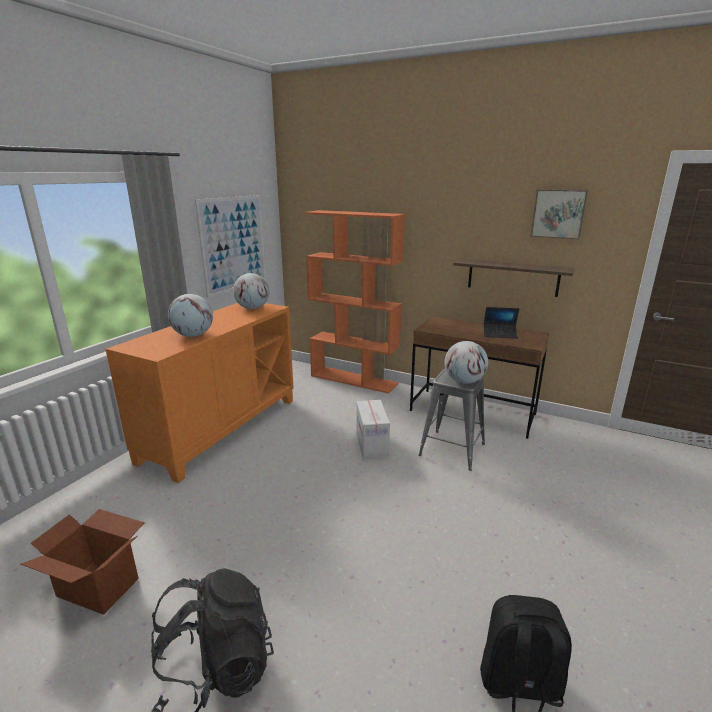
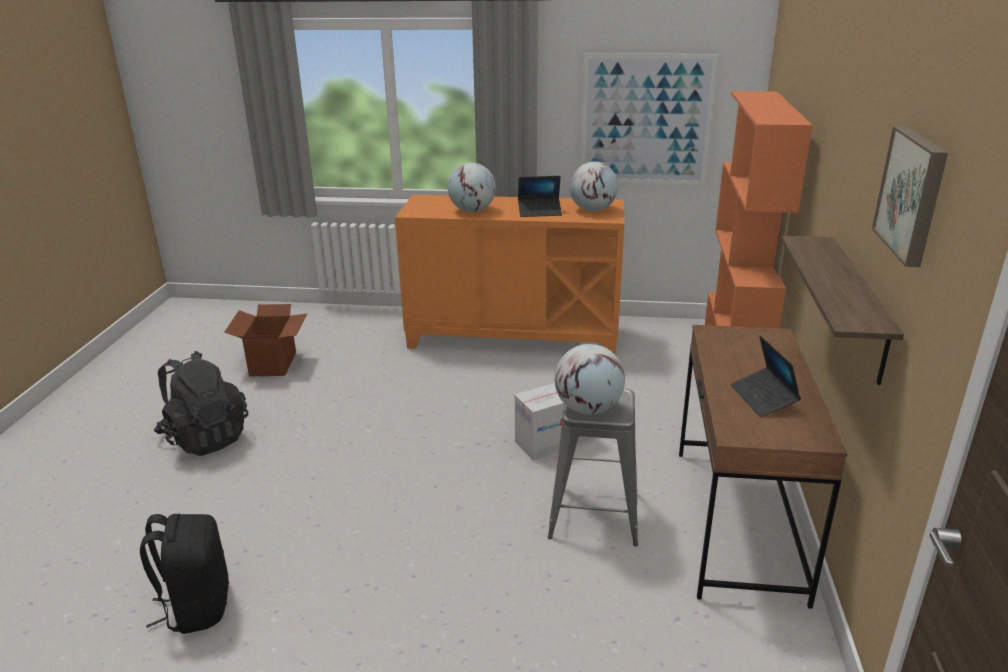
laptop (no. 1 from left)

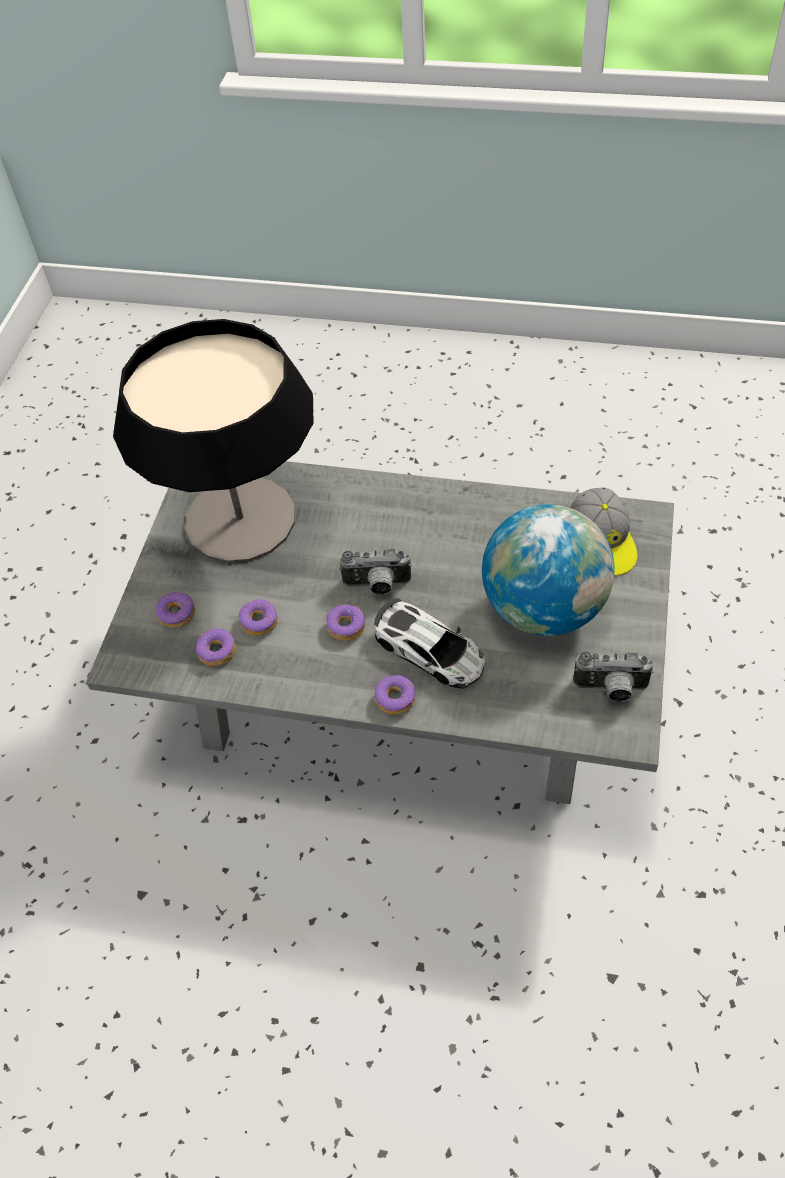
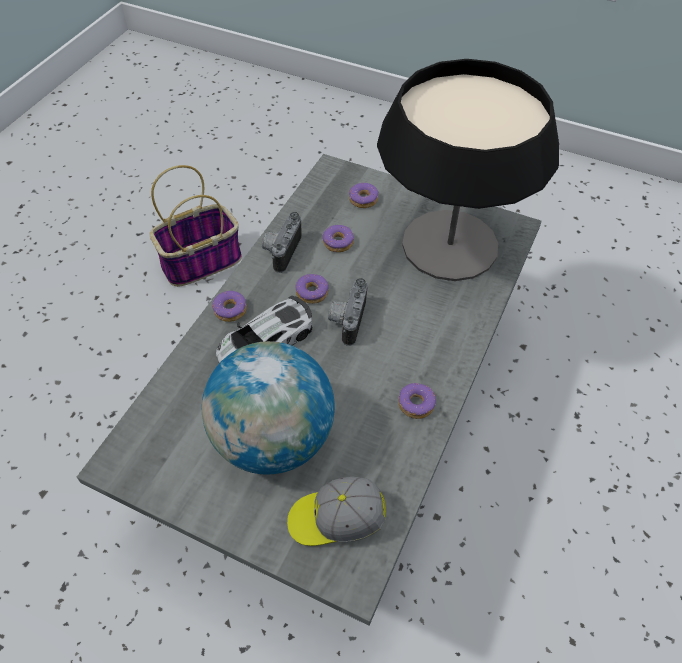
basket
photo camera (no. 1 from left)
donut (no. 5 from left)

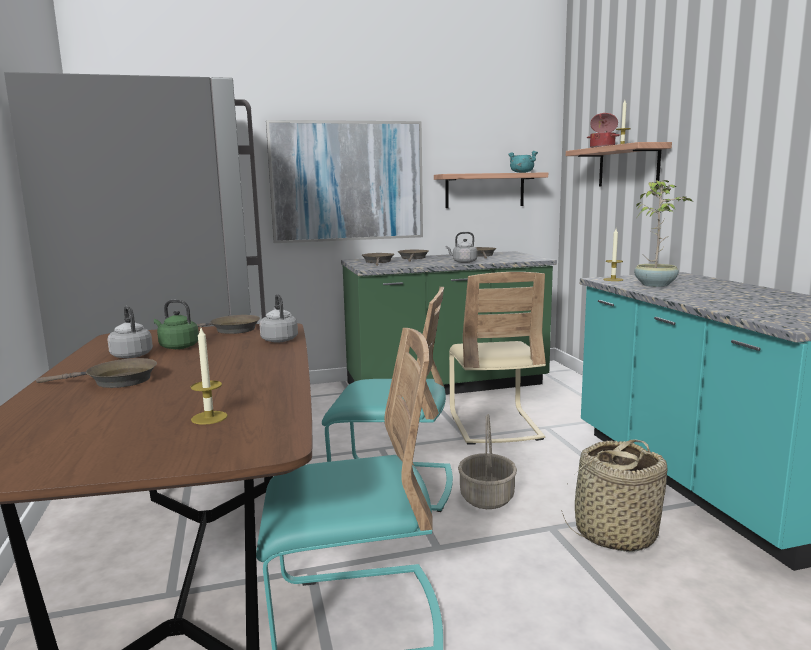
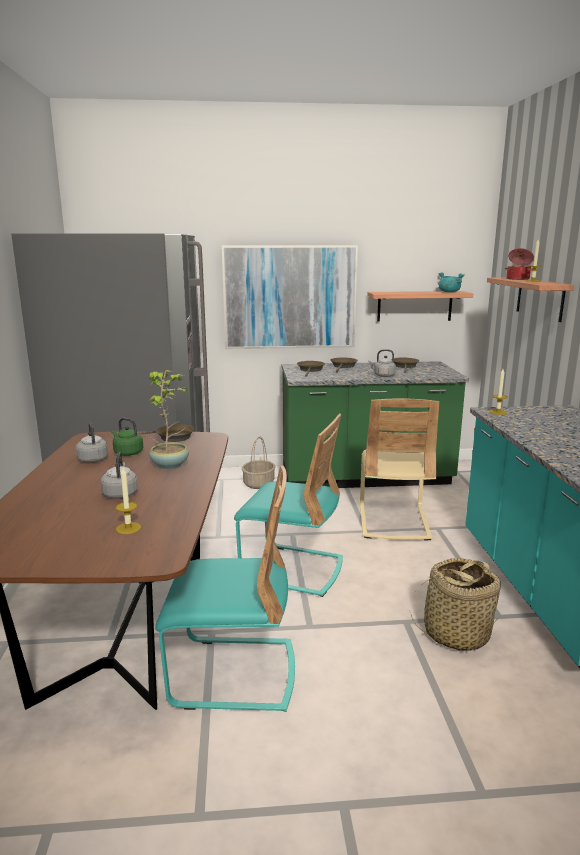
grey kettle (no. 2 from left)
potted plant
basket (no. 1 from left)
brown frying pan (no. 1 from left in the first image)

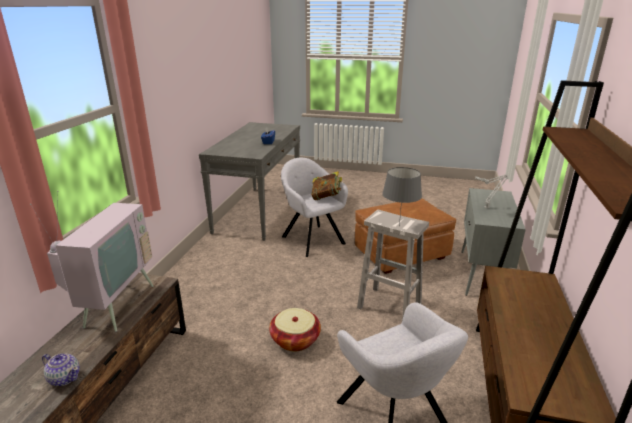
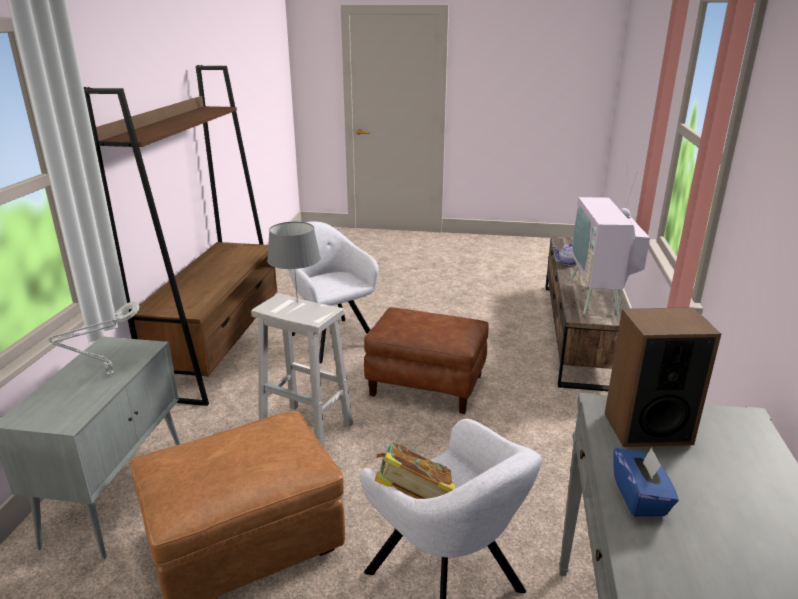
brown ottoman (no. 2 from left)
speaker

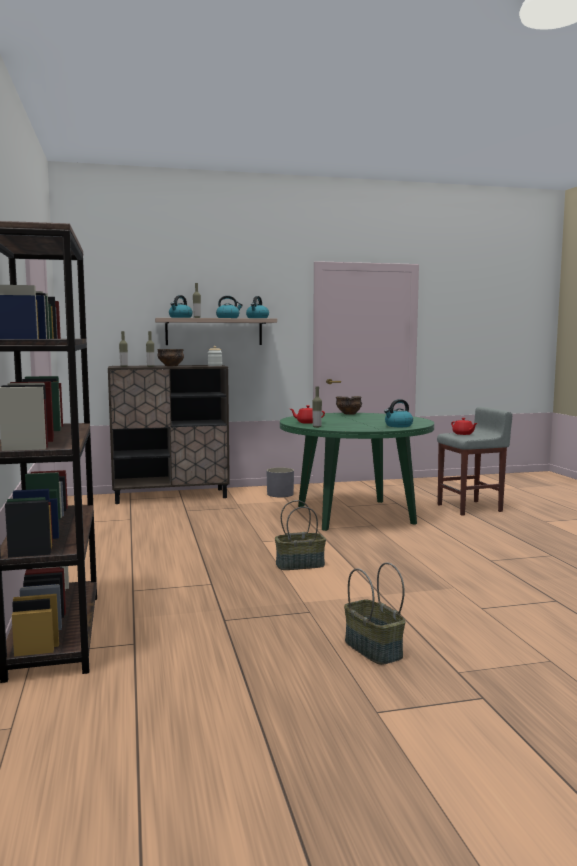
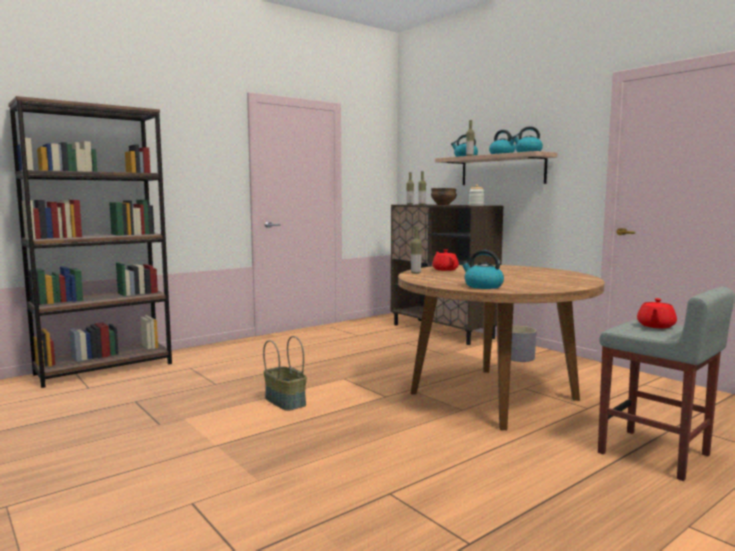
brown dining table
bowl (no. 2 from left in the first image)
basket (no. 2 from left in the first image)

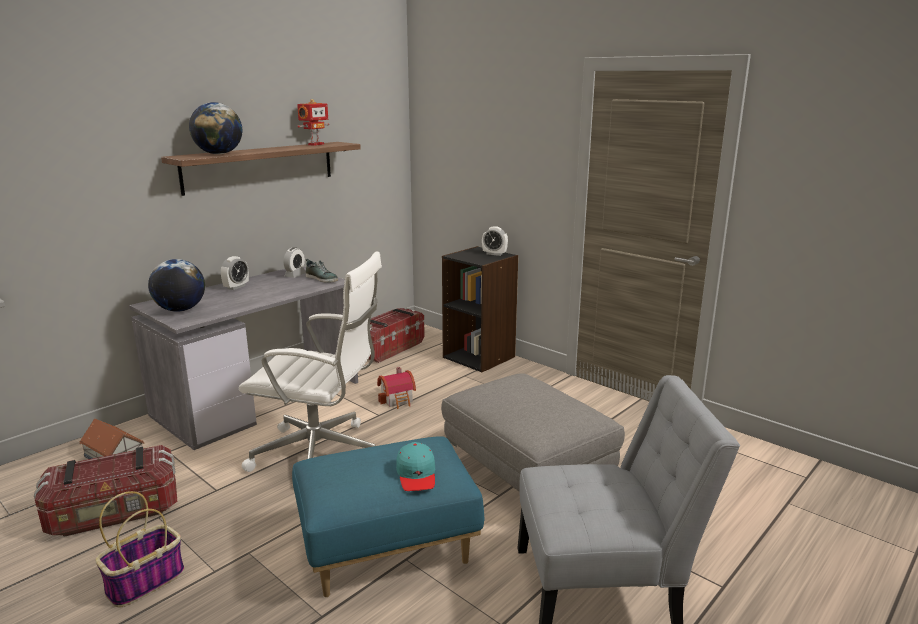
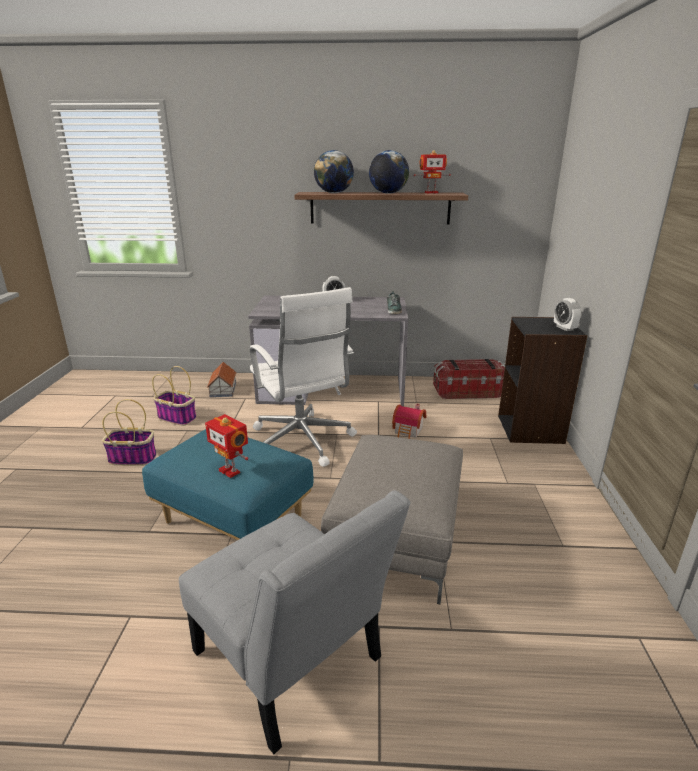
basket (no. 2 from left)
toy robot (no. 1 from left)
globe (no. 2 from left)
alarm clock (no. 2 from left in the first image)

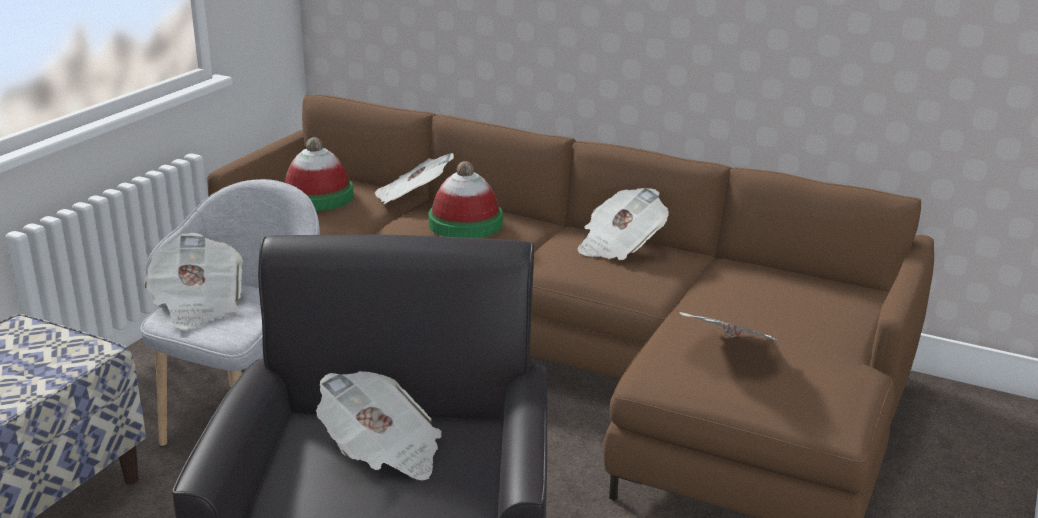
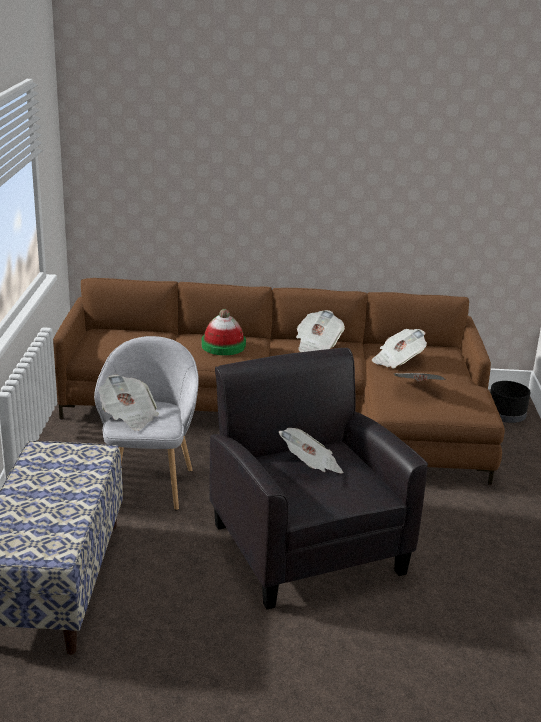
newspaper (no. 4 from left)
black planter
hat (no. 1 from left in the first image)

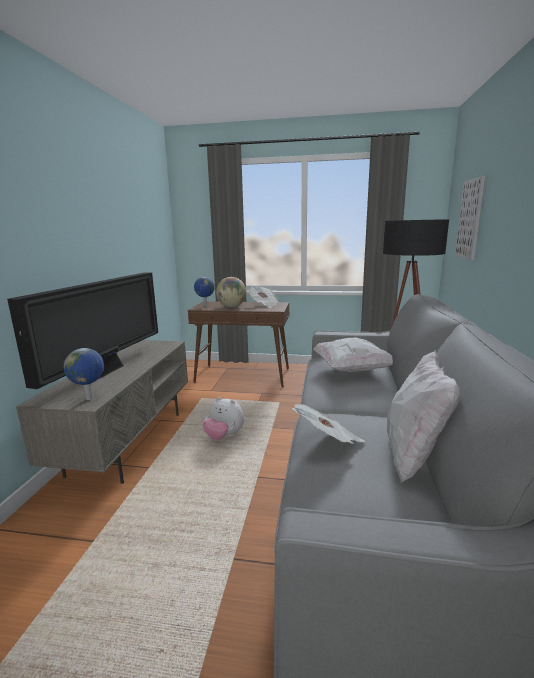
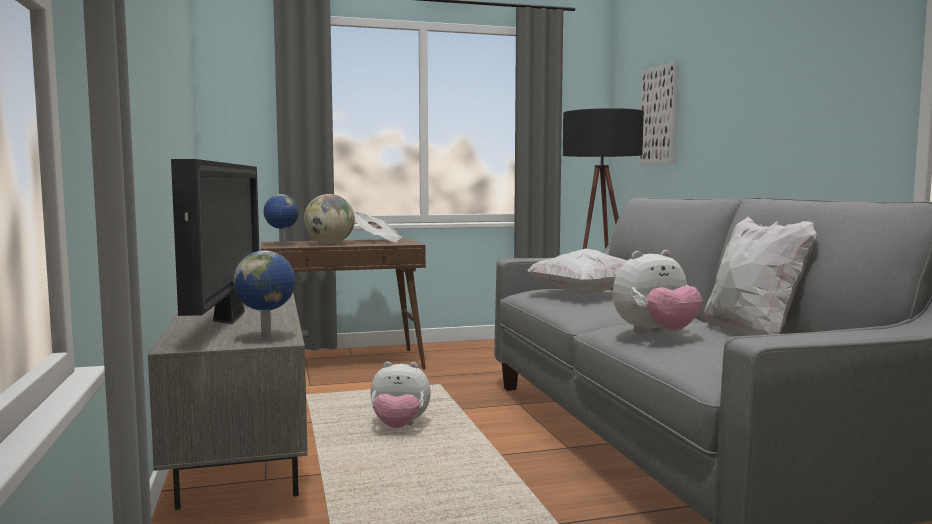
plush toy (no. 2 from left)

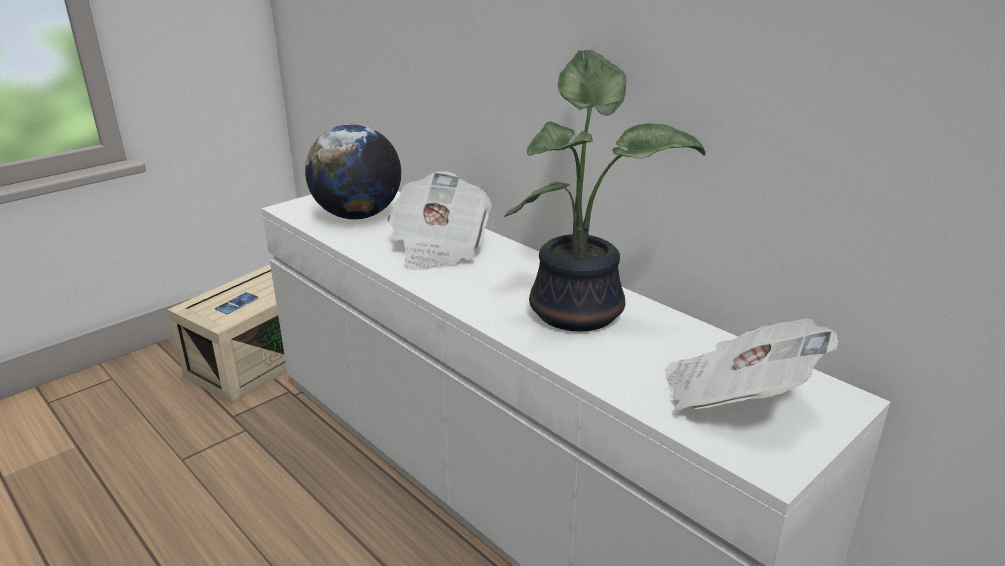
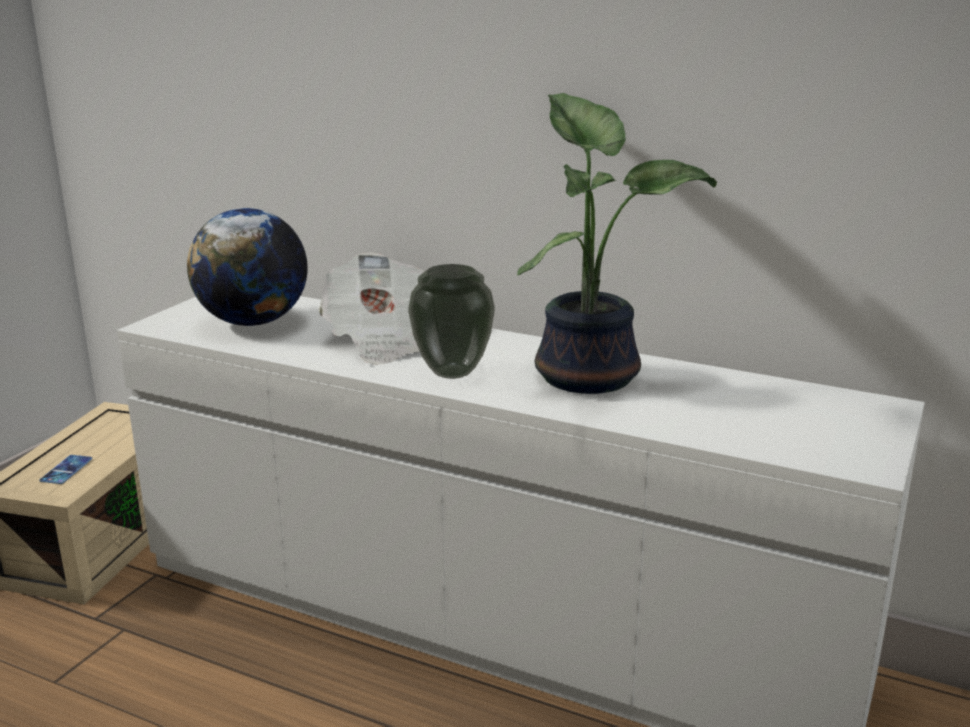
vase
newspaper (no. 2 from left in the first image)

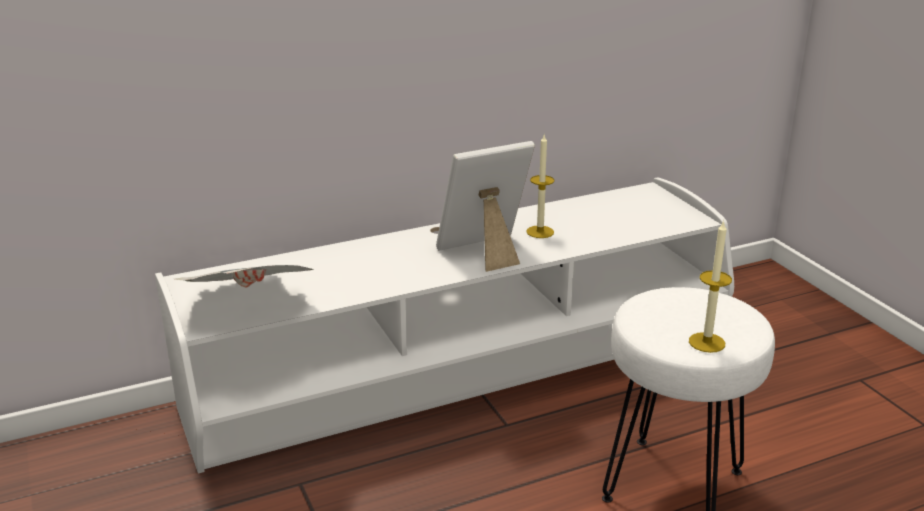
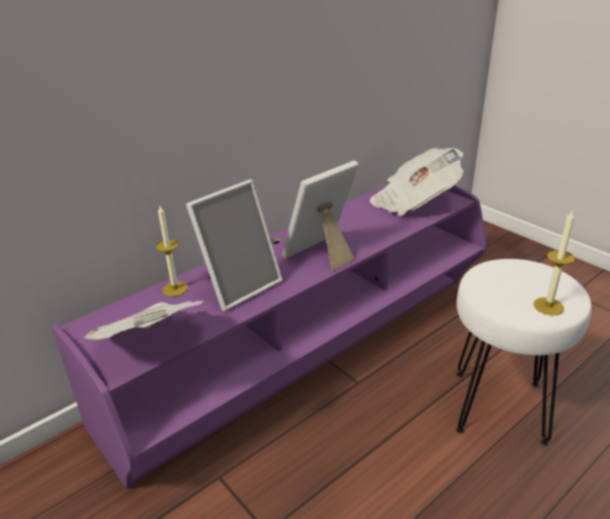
purple tv stand
candle (no. 1 from left)
picture frame (no. 1 from left)
newspaper (no. 2 from left)

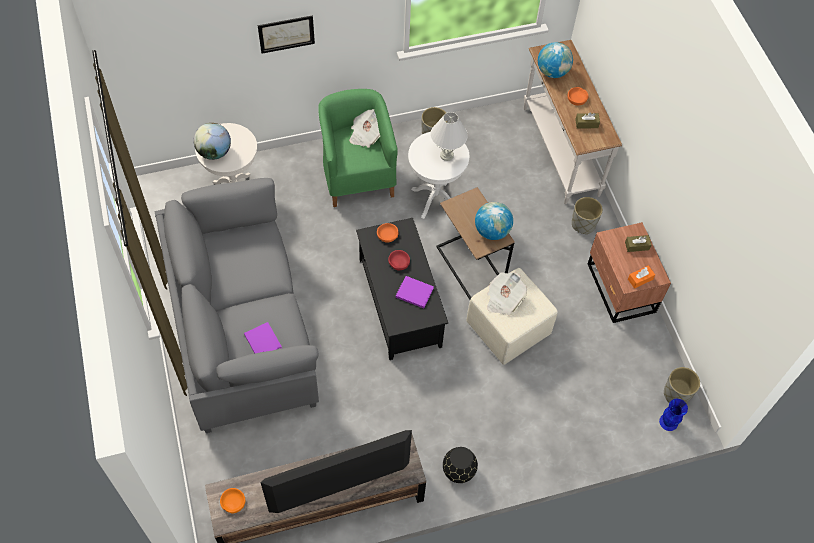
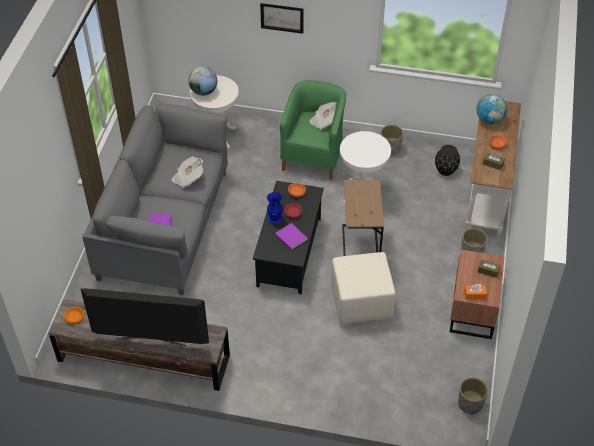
newspaper (no. 1 from left)
blue vase
black vase
white table lamp
globe (no. 2 from left in the first image)

